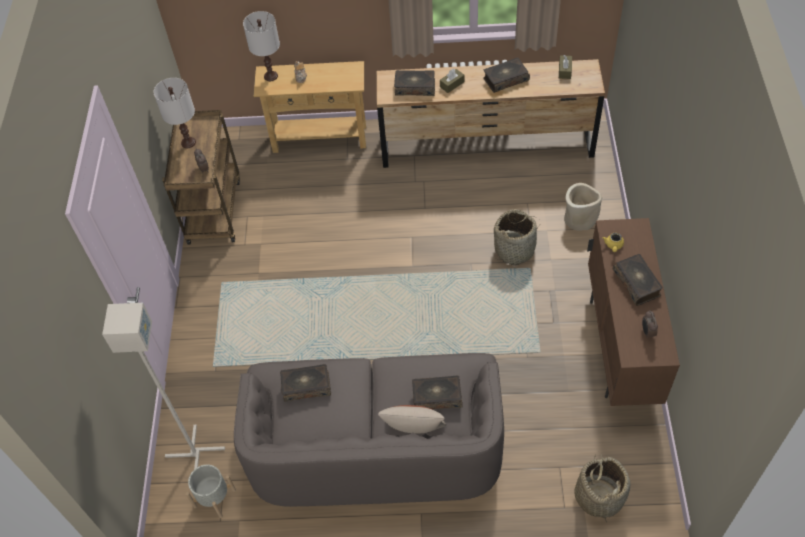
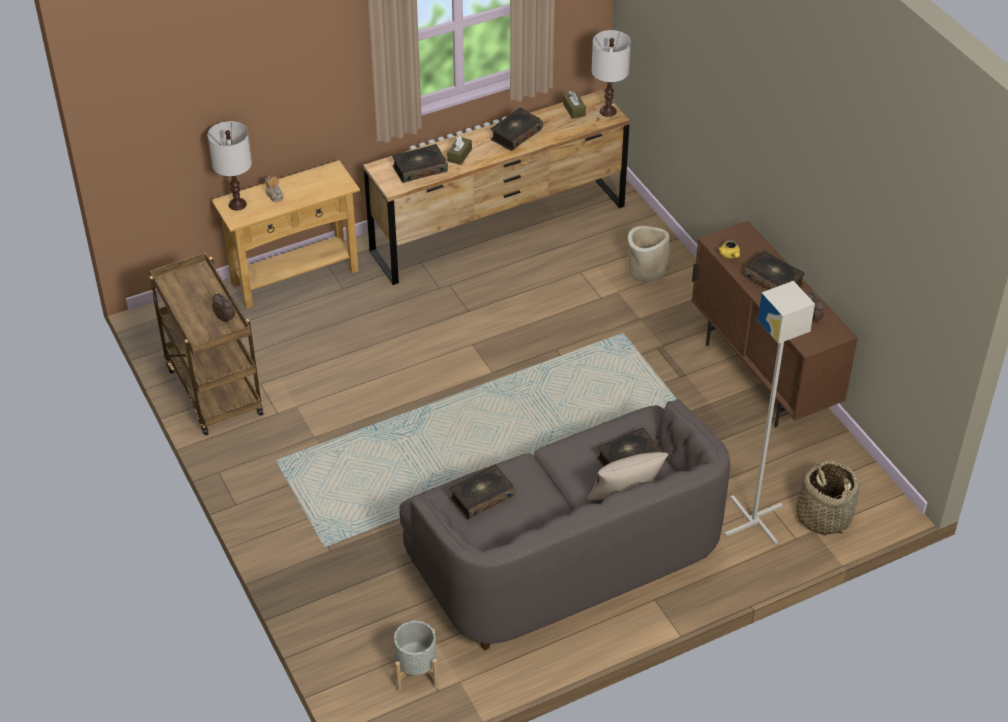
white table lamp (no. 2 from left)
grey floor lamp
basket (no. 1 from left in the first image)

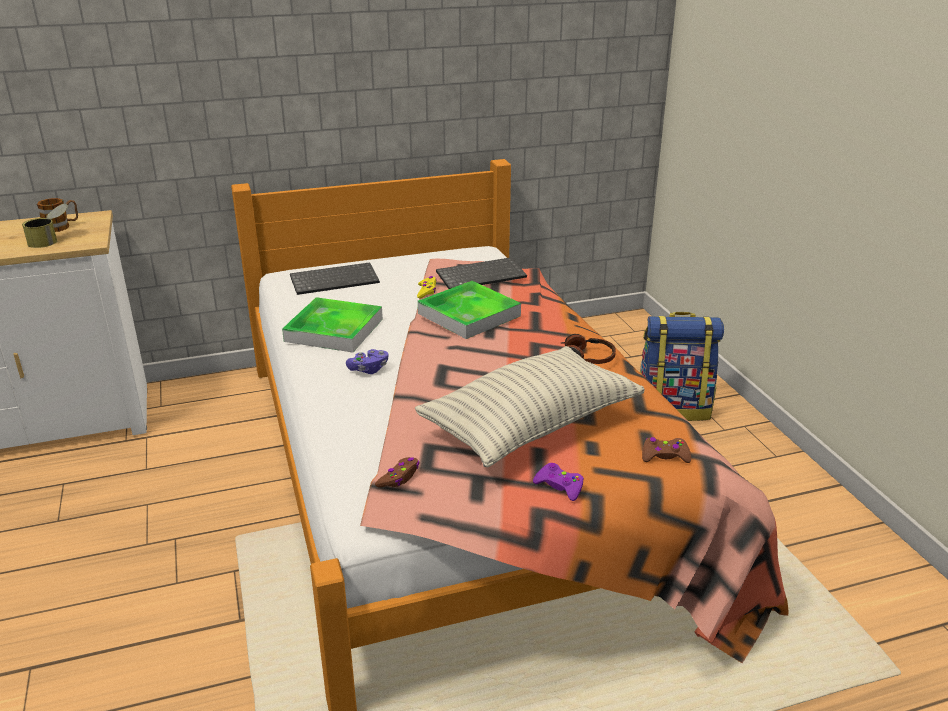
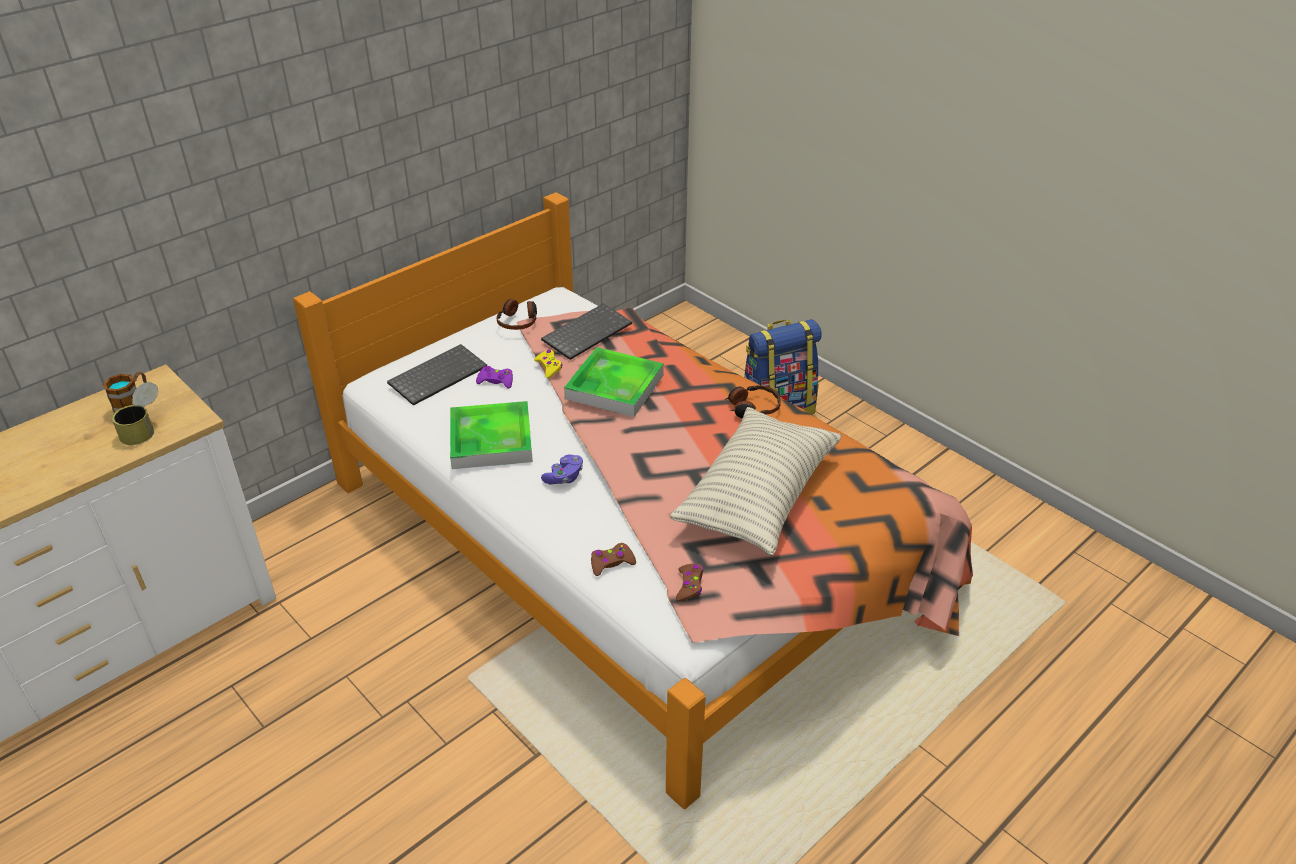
purple game controller (no. 1 from left)
headphones (no. 1 from left)
brown game controller (no. 1 from left)

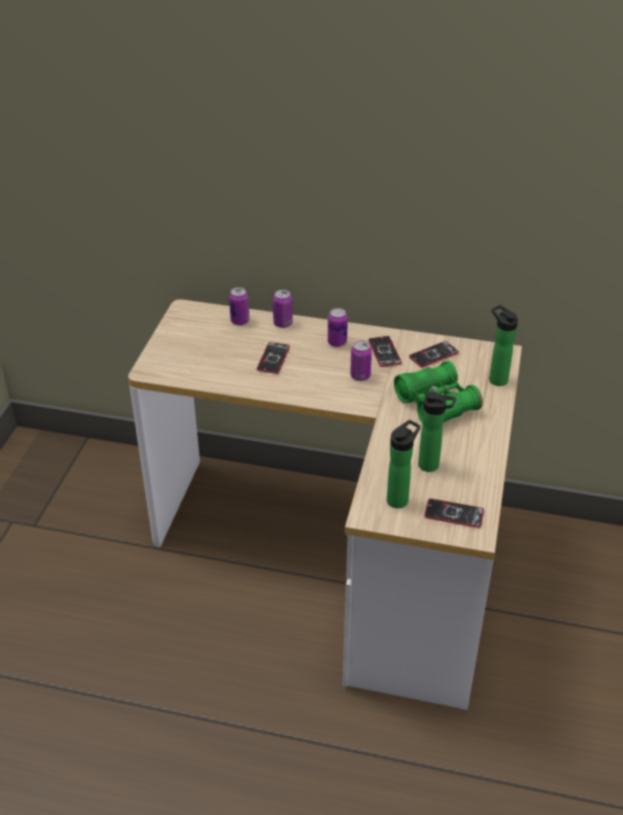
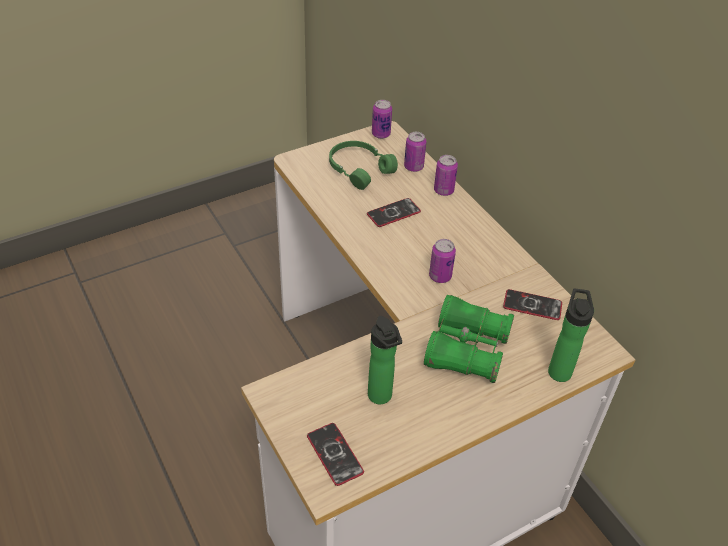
green headphones
can (no. 1 from left)
phone (no. 2 from left in the first image)
bottle (no. 1 from left in the first image)

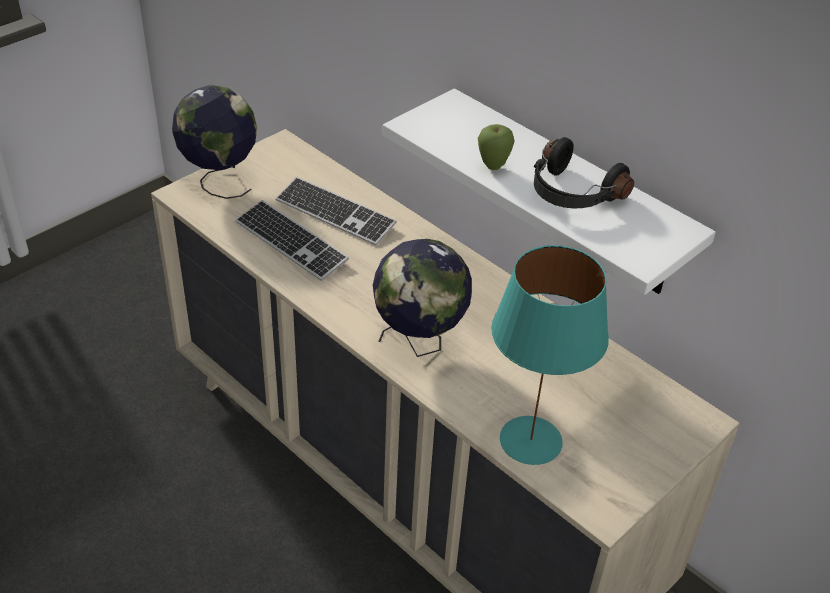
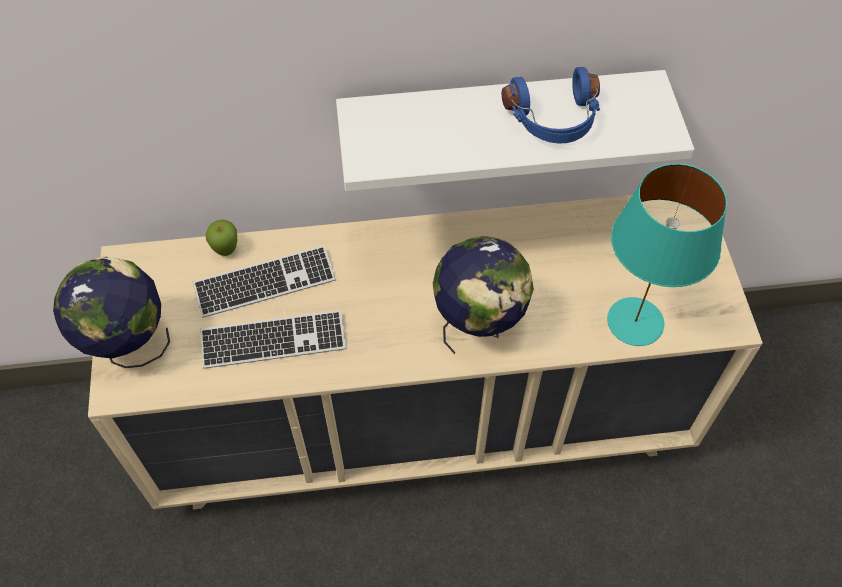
apple
blue headphones

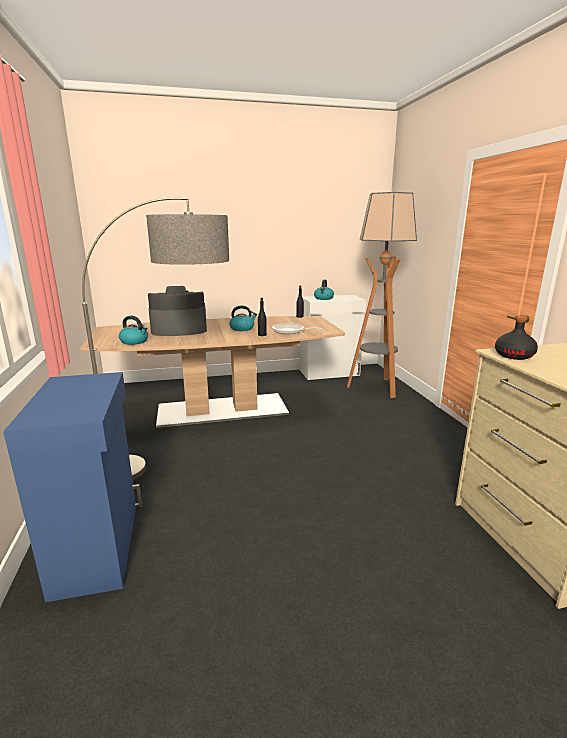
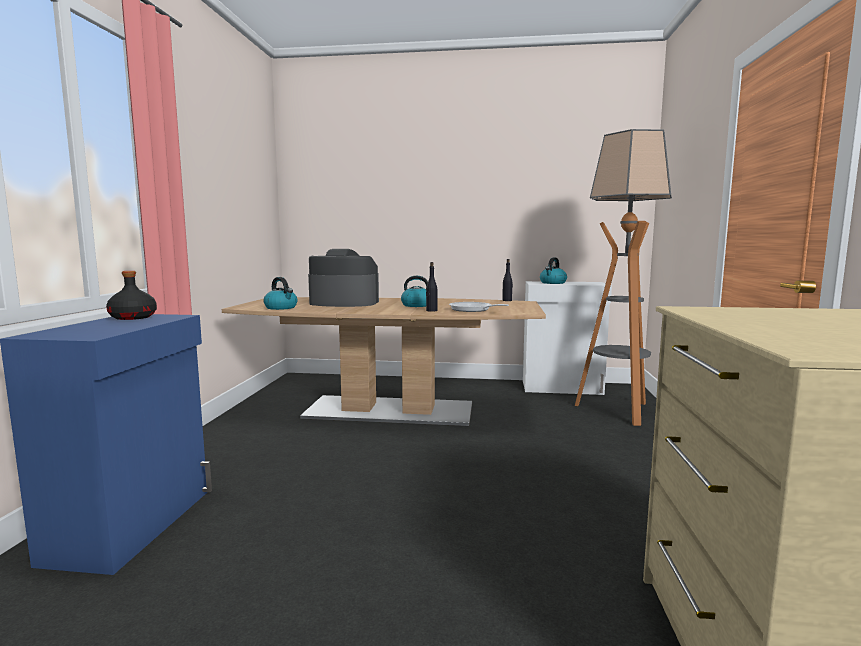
black bottle (no. 1 from left)
floor lamp (no. 1 from left in the first image)

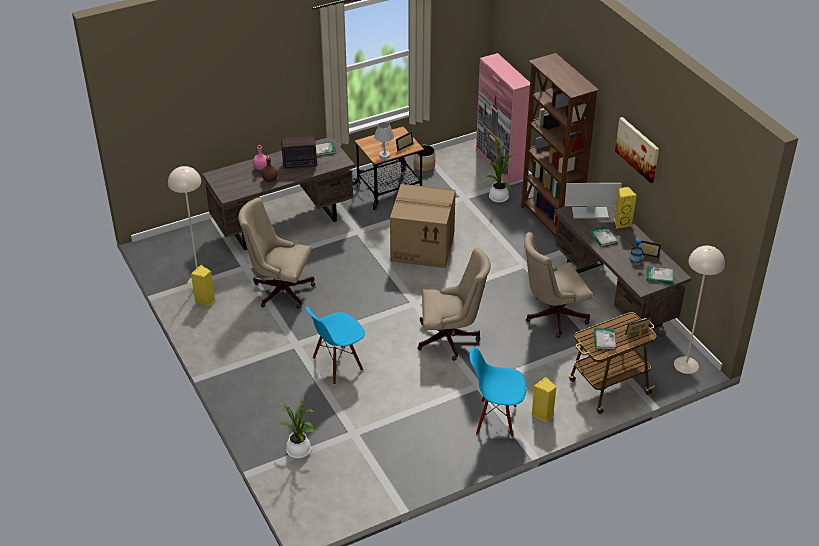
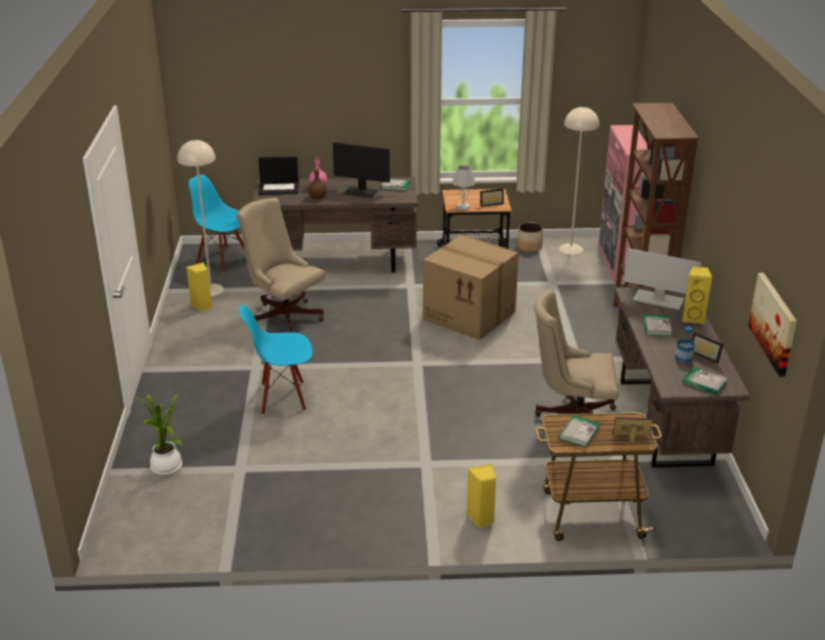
blue chair (no. 1 from left)
laptop
monitor (no. 1 from left)
beige floor lamp (no. 2 from left)
picture
beige office chair (no. 2 from left in the first image)
potted plant (no. 2 from left in the first image)

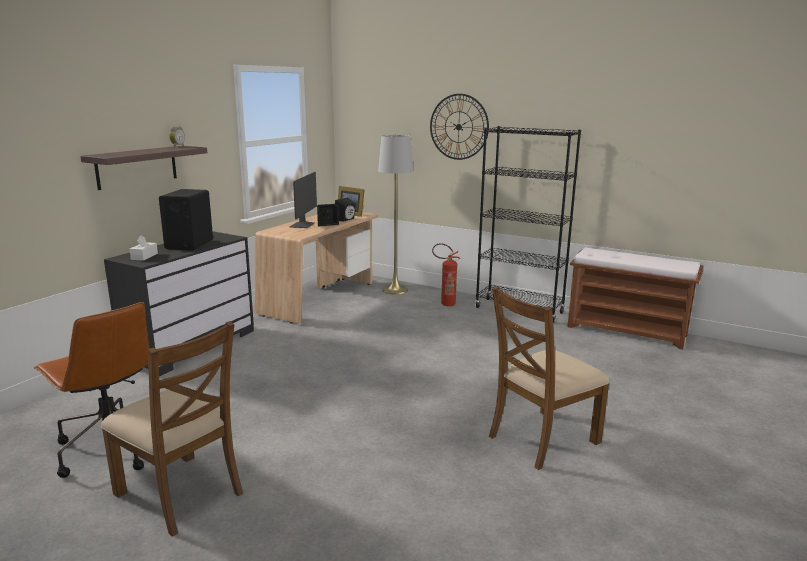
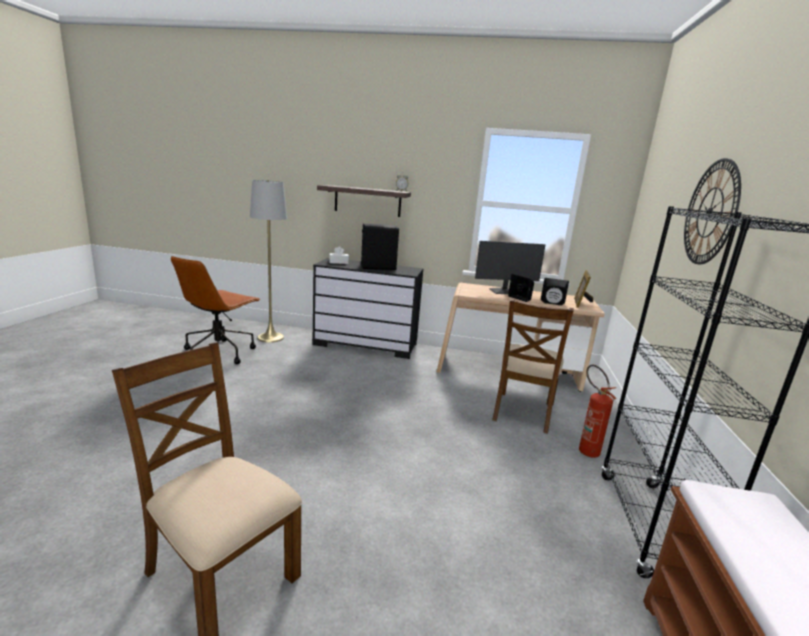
grey floor lamp
brown chair (no. 2 from left)

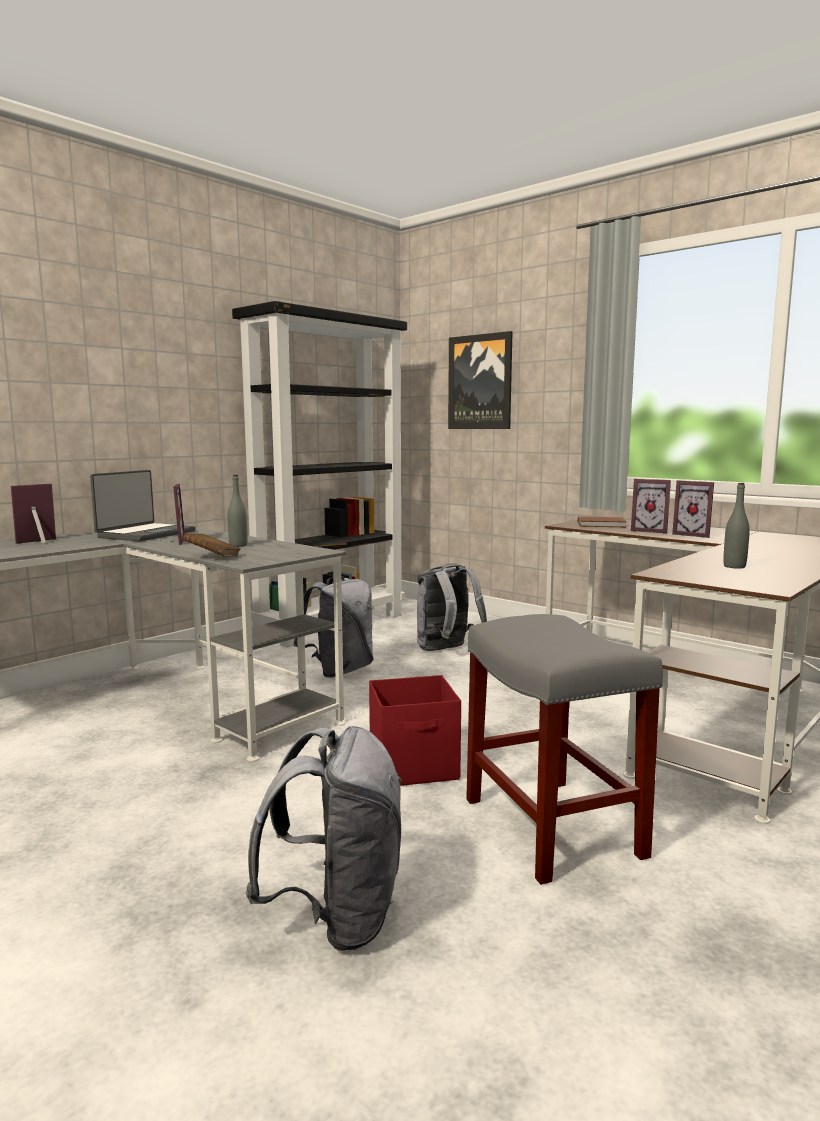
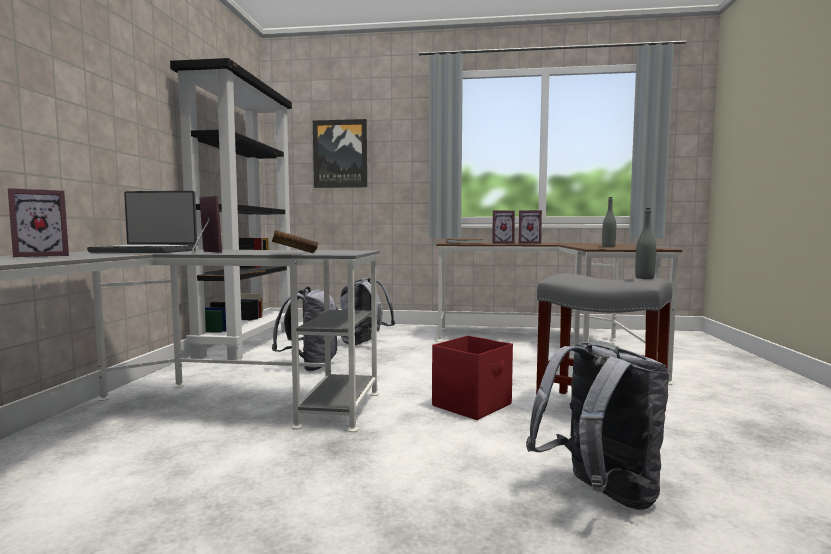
picture frame (no. 1 from left)
laptop
grey bottle (no. 2 from left)

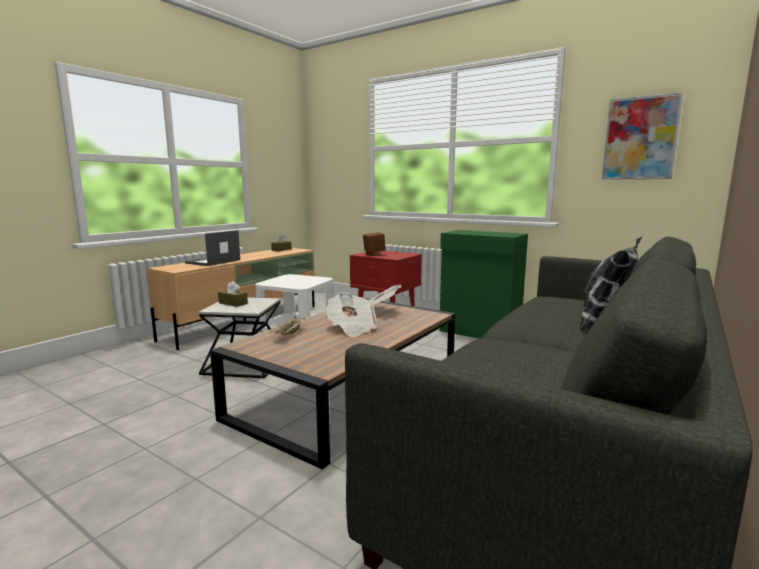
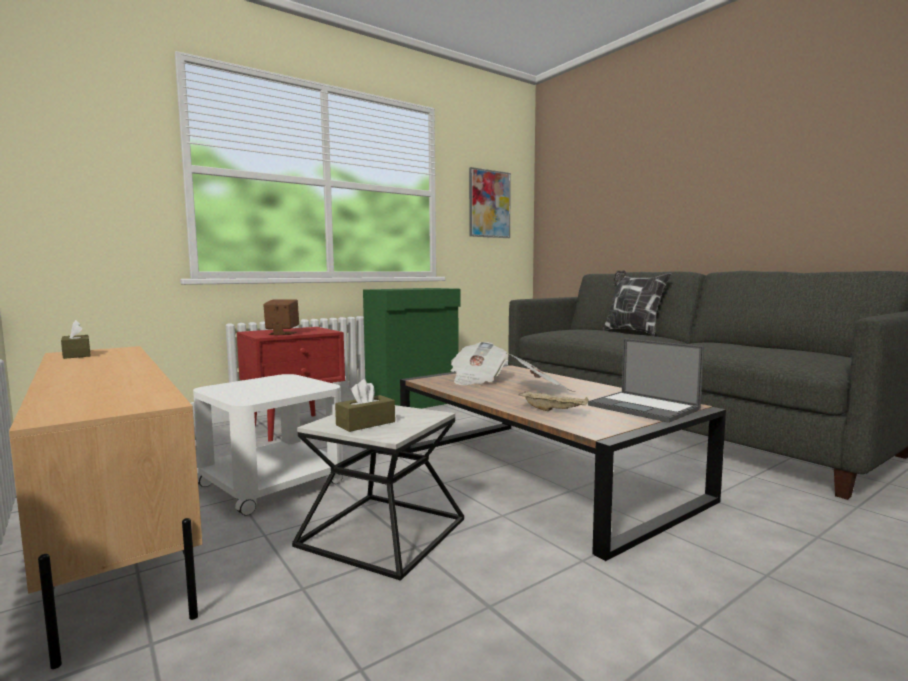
laptop

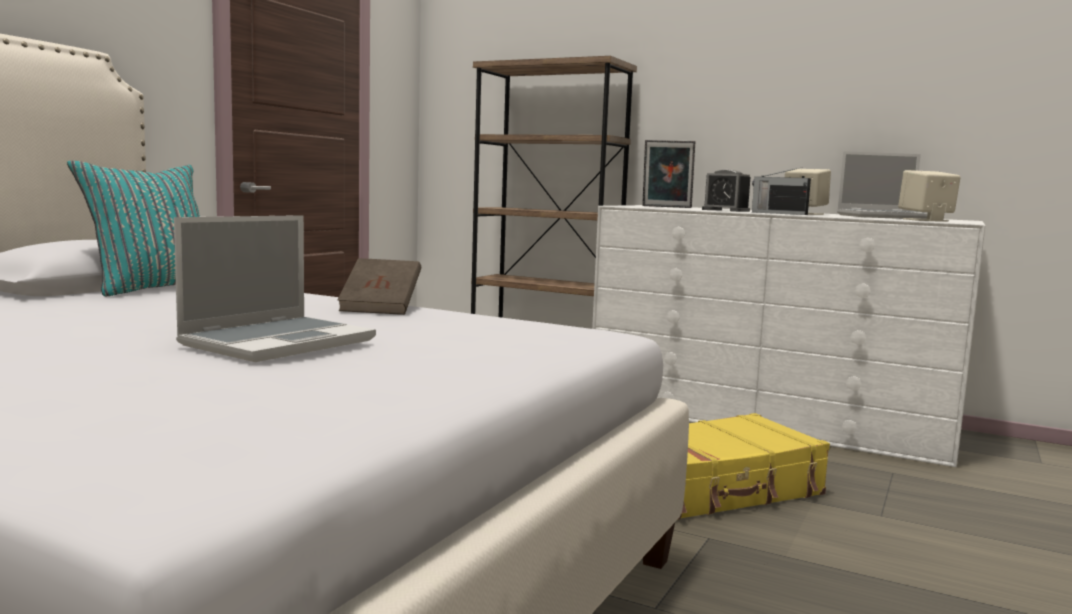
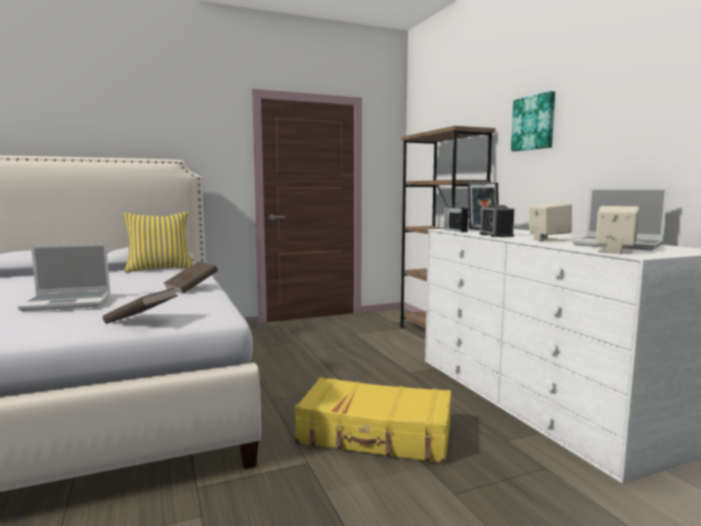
brown book (no. 1 from left)
yellow pillow
radio
picture

